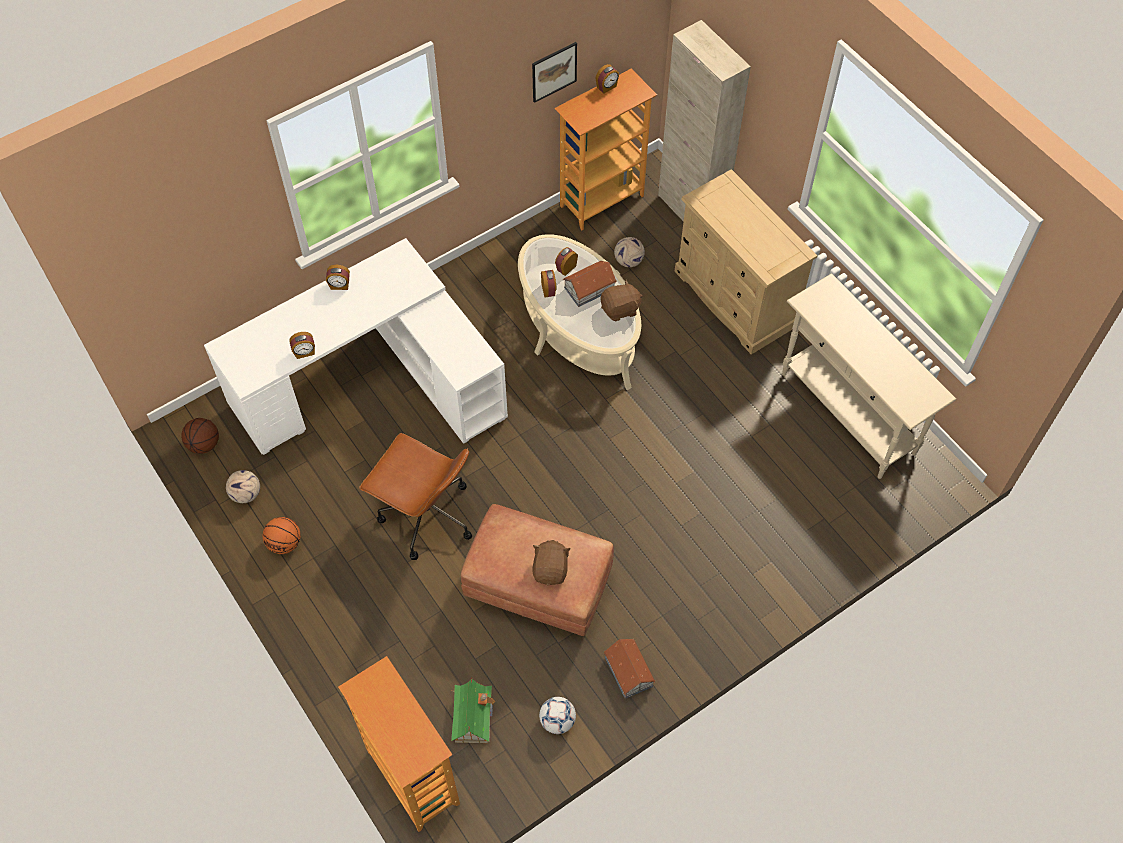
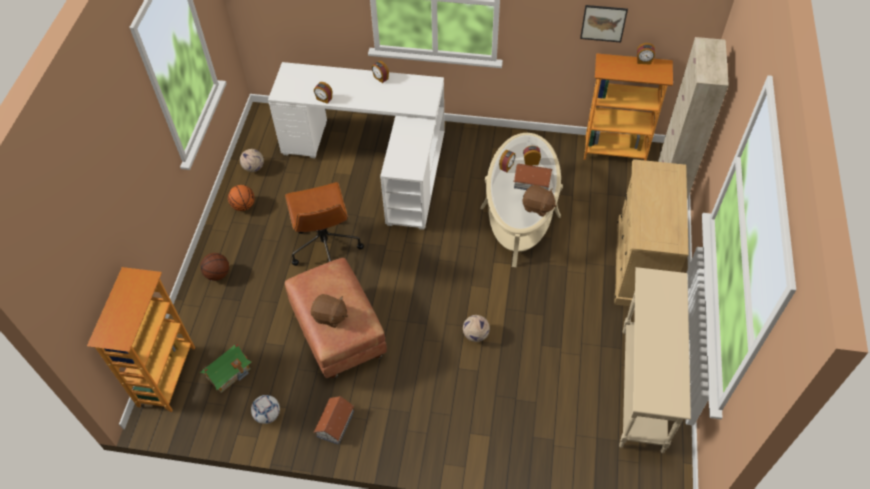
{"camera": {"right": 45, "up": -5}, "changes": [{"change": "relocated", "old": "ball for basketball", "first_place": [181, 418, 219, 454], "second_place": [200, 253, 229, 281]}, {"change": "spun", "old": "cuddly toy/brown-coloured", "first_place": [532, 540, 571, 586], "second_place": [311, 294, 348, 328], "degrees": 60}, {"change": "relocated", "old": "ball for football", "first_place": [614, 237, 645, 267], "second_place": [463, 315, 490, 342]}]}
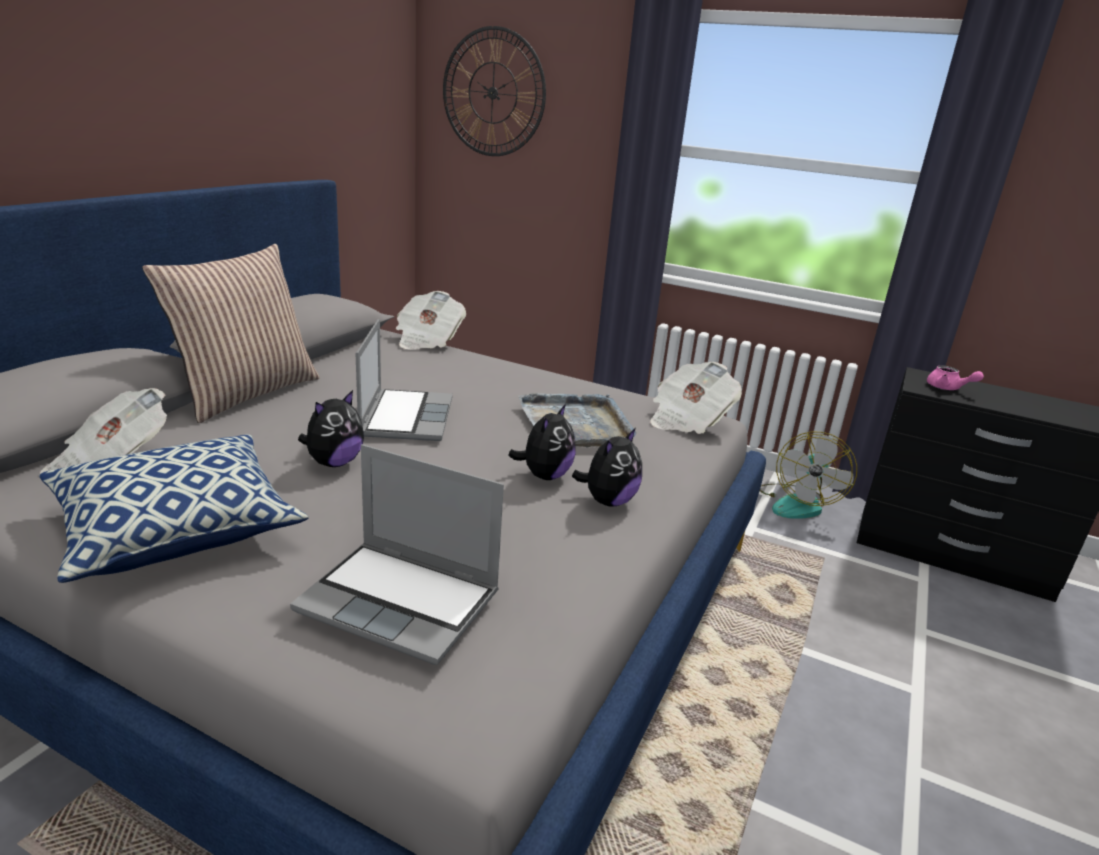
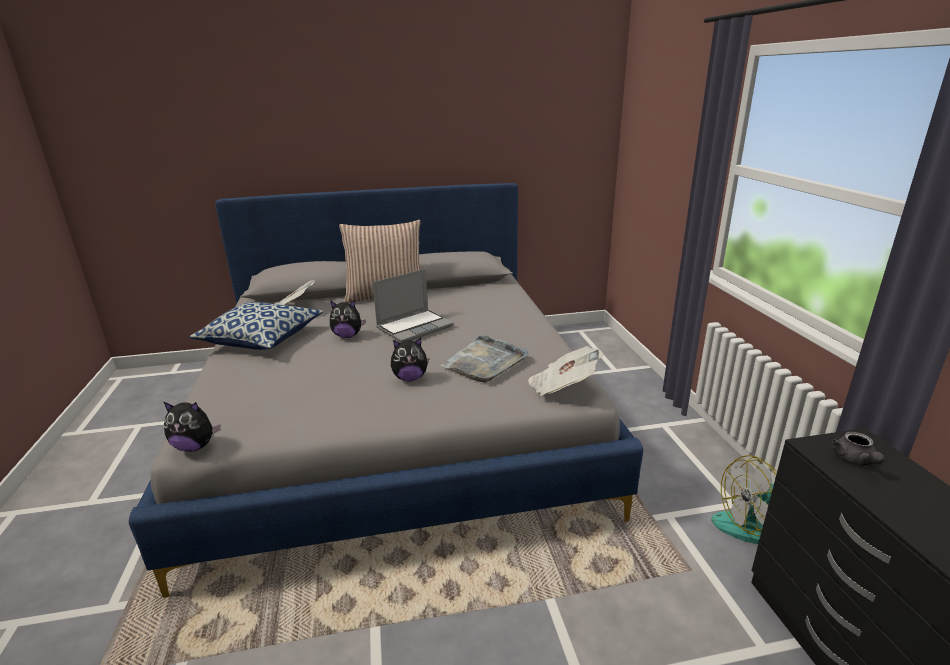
{"camera": {"right": 55, "up": 0}, "changes": [{"change": "relocated", "old": "cuddly toy", "first_place": [572, 428, 642, 507], "second_place": [164, 402, 221, 452]}, {"change": "colour", "old": "tea pot/pinkish", "new": "tea pot/greyish", "first_place": [927, 365, 984, 390], "second_place": [832, 432, 885, 466]}, {"change": "missing", "old": "laptop", "first_place": [290, 444, 504, 665]}, {"change": "missing", "old": "newspaper", "first_place": [396, 291, 466, 350]}, {"change": "missing", "old": "wall clock", "first_place": [443, 26, 546, 156]}]}
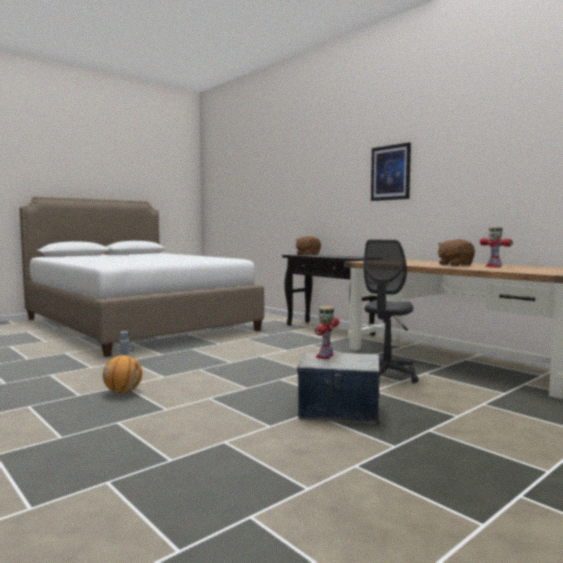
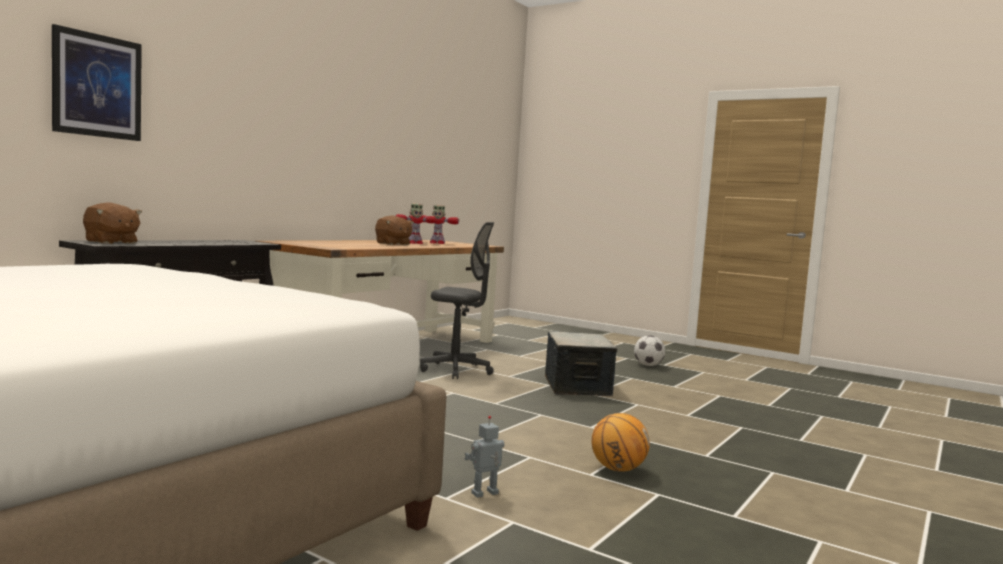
{"camera": {"right": -105, "up": 0}, "changes": [{"change": "relocated", "old": "wall picture", "first_place": [371, 142, 411, 201], "second_place": [52, 24, 142, 141]}, {"change": "relocated", "old": "model robot", "first_place": [315, 306, 339, 359], "second_place": [422, 205, 459, 244]}, {"change": "appeared", "new": "ball for football", "second_place": [634, 335, 665, 366]}]}
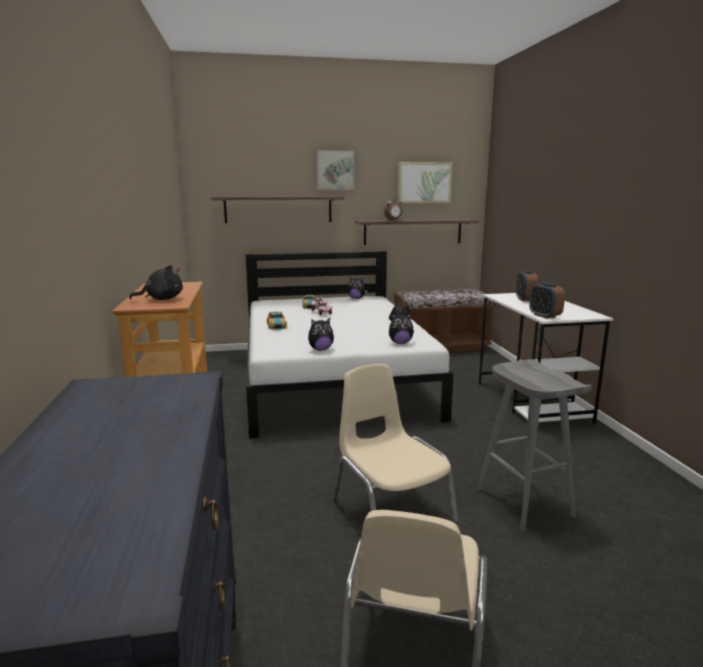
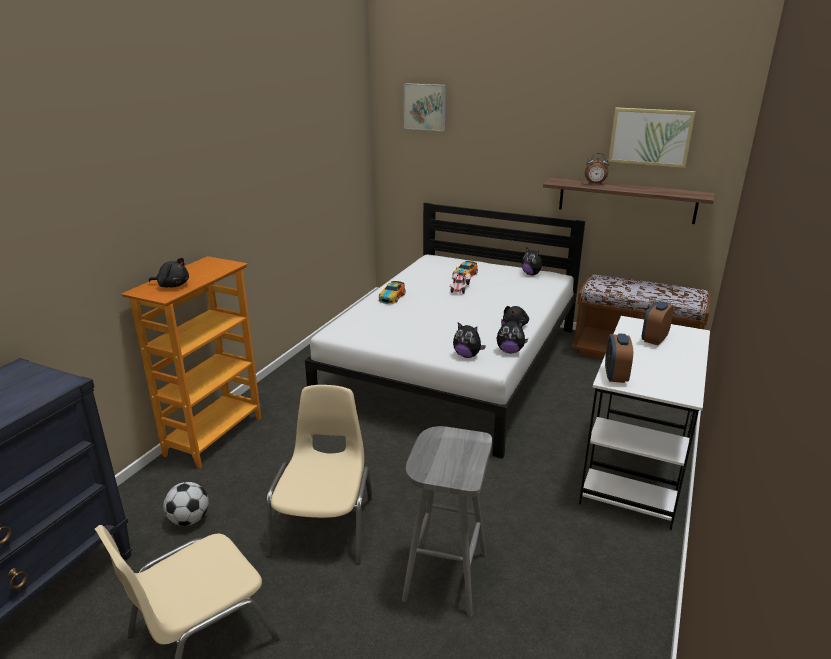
{"camera": {"right": 35, "up": 10}, "changes": [{"change": "appeared", "new": "ball for football", "second_place": [163, 482, 209, 526]}, {"change": "relocated", "old": "wall picture", "first_place": [316, 150, 354, 190], "second_place": [404, 83, 446, 131]}, {"change": "relocated", "old": "cuddly toy", "first_place": [308, 318, 334, 351], "second_place": [497, 319, 528, 354]}, {"change": "missing", "old": "shelf", "first_place": [211, 196, 344, 223]}]}
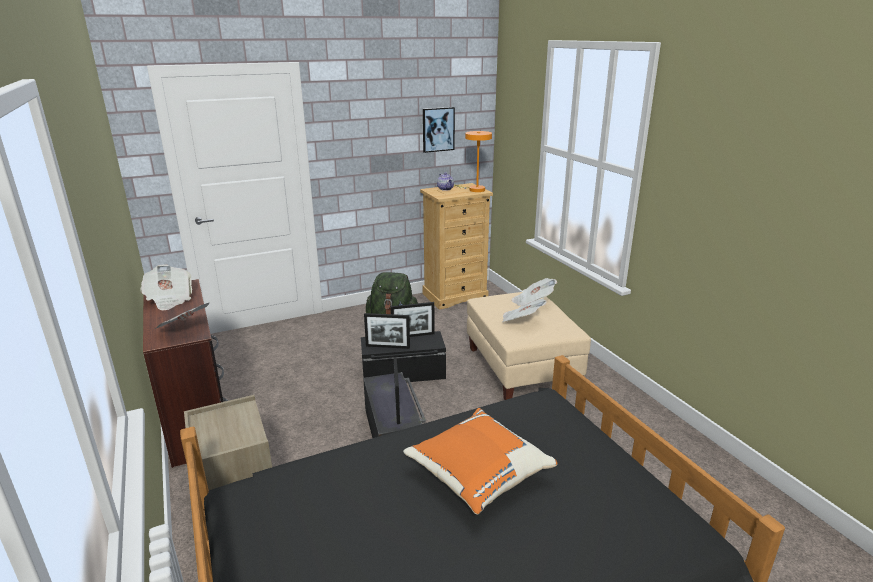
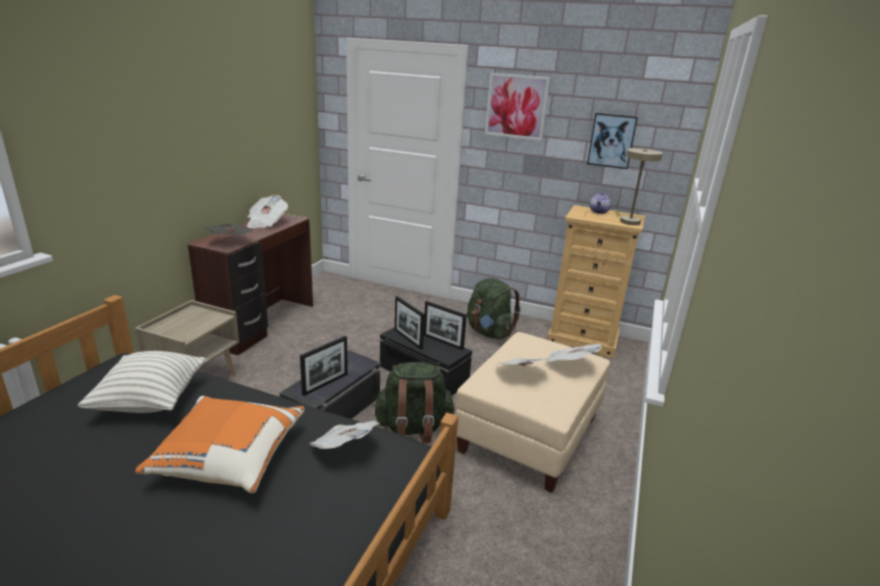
{"camera": {"right": 45, "up": 0}, "changes": [{"change": "appeared", "new": "cushion", "second_place": [77, 351, 206, 413]}, {"change": "appeared", "new": "newspaper", "second_place": [310, 421, 379, 449]}, {"change": "appeared", "new": "backpack/greenish", "second_place": [373, 362, 455, 443]}, {"change": "appeared", "new": "wall picture", "second_place": [485, 73, 550, 141]}, {"change": "colour", "old": "lamp for a table/orange", "new": "lamp for a table/sand-coloured", "first_place": [454, 131, 492, 192], "second_place": [614, 148, 663, 225]}]}
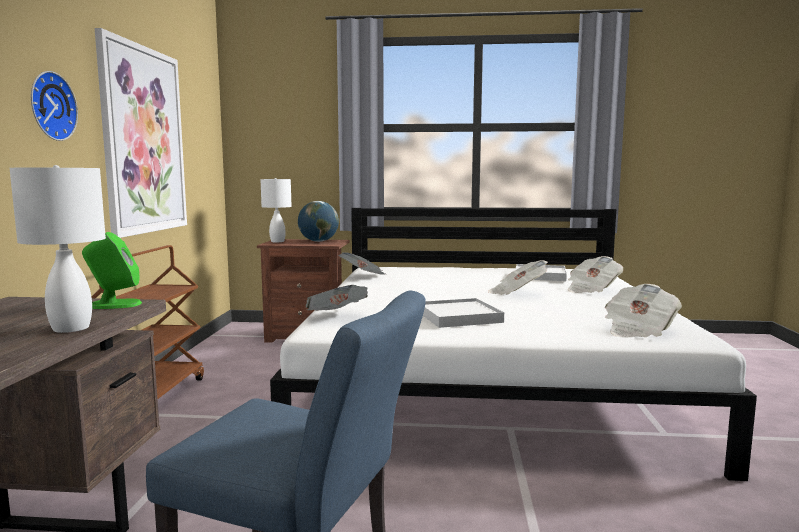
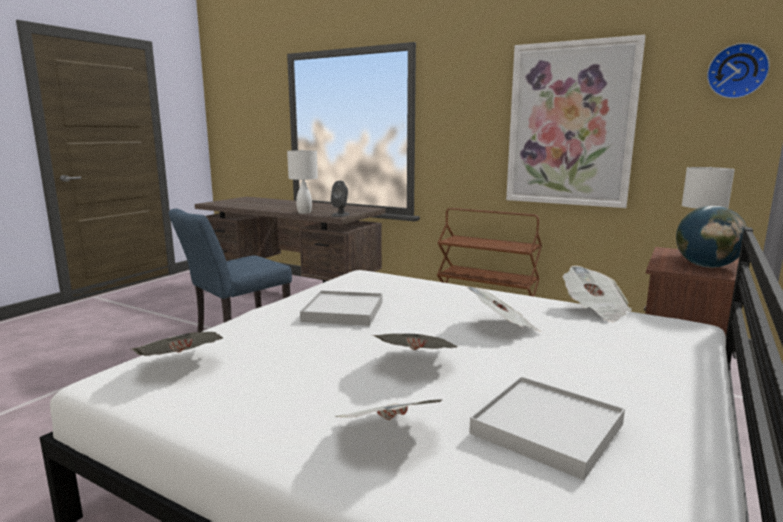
{"camera": {"right": 115, "up": 5}, "changes": [{"change": "colour", "old": "loudspeaker/greenish", "new": "loudspeaker/greyish", "first_place": [82, 232, 142, 309], "second_place": [331, 181, 349, 217]}, {"change": "relocated", "old": "newspaper", "first_place": [306, 285, 368, 311], "second_place": [465, 286, 542, 332]}, {"change": "relocated", "old": "wall clock", "first_place": [31, 71, 78, 141], "second_place": [707, 43, 770, 99]}]}
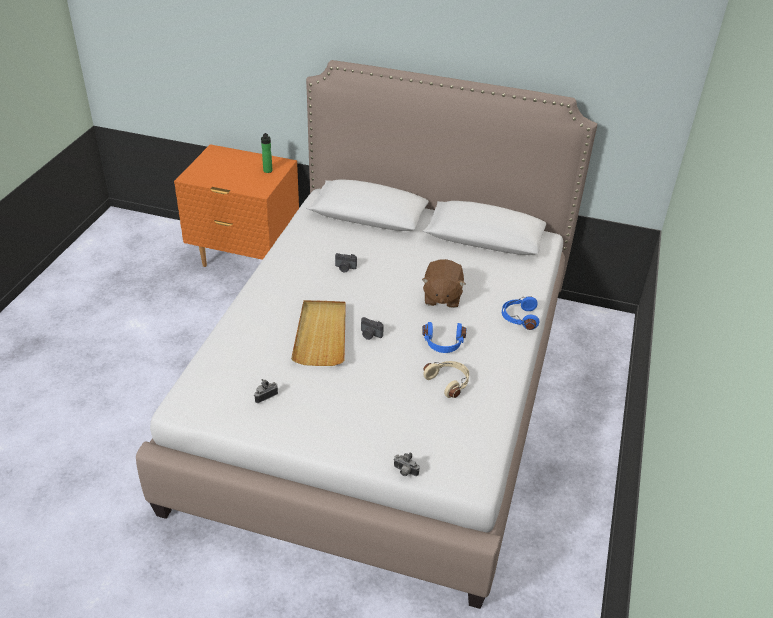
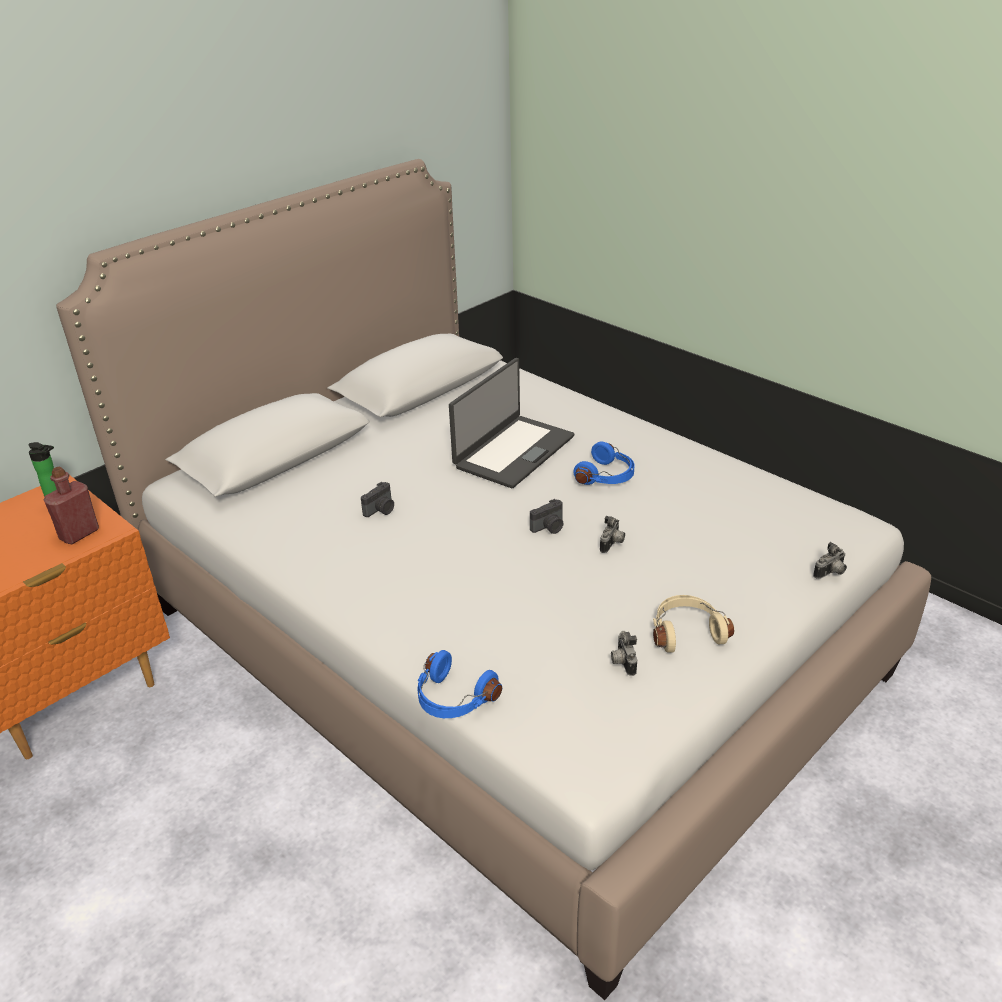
{"camera": {"right": -60, "up": -5}, "changes": [{"change": "appeared", "new": "bottle/red", "second_place": [43, 467, 99, 544]}, {"change": "relocated", "old": "headphones/blue-coloured", "first_place": [502, 296, 539, 330], "second_place": [417, 650, 502, 718]}, {"change": "exchanged", "old": "cuddly toy/brown-coloured", "new": "laptop", "first_place": [422, 259, 465, 308], "second_place": [449, 358, 575, 488]}, {"change": "appeared", "new": "photo camera", "second_place": [600, 516, 625, 553]}, {"change": "relocated", "old": "headphones/sand-coloured", "first_place": [423, 361, 469, 398], "second_place": [653, 595, 734, 652]}, {"change": "missing", "old": "tray/sand-coloured", "first_place": [291, 300, 346, 366]}]}
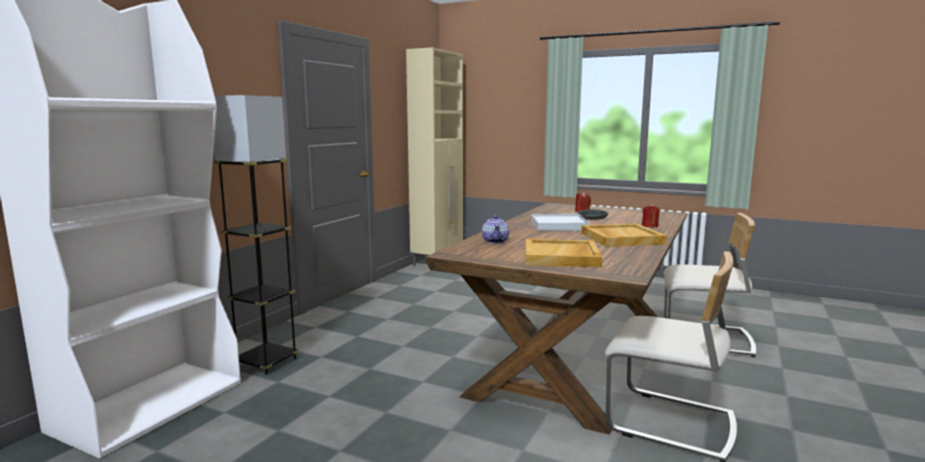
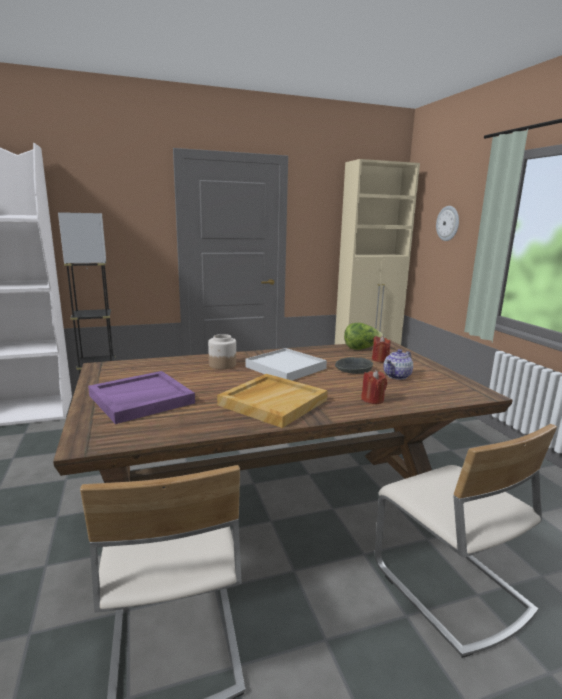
{"camera": {"right": 45, "up": 5}, "changes": [{"change": "colour", "old": "tray/sand-coloured", "new": "tray/purplish", "first_place": [526, 239, 602, 267], "second_place": [88, 371, 195, 424]}, {"change": "appeared", "new": "storage jar", "second_place": [208, 334, 236, 369]}, {"change": "appeared", "new": "head of lettuce", "second_place": [344, 323, 384, 350]}, {"change": "relocated", "old": "tea pot", "first_place": [482, 215, 509, 244], "second_place": [383, 349, 413, 380]}, {"change": "appeared", "new": "wall clock", "second_place": [436, 206, 459, 241]}]}
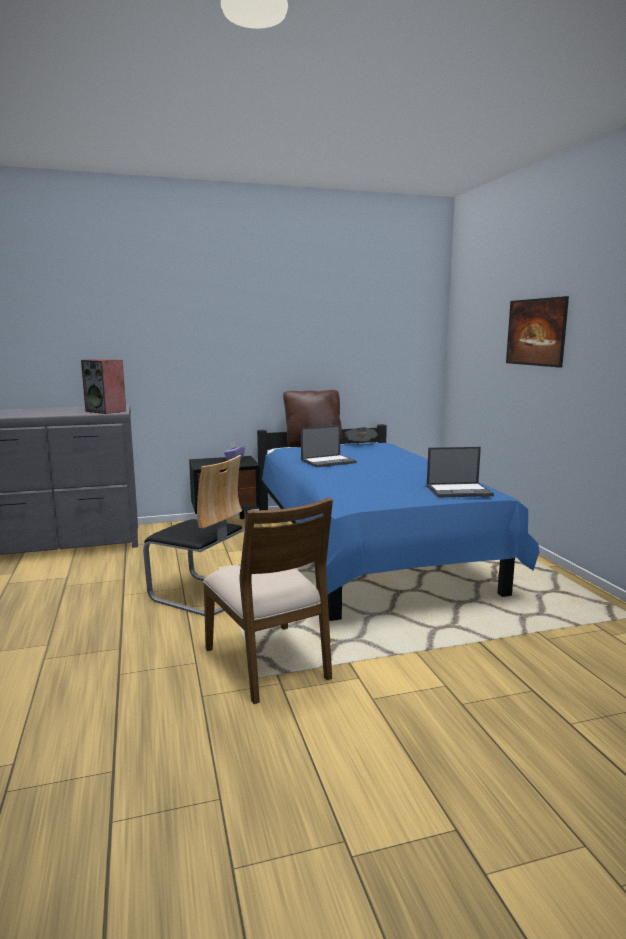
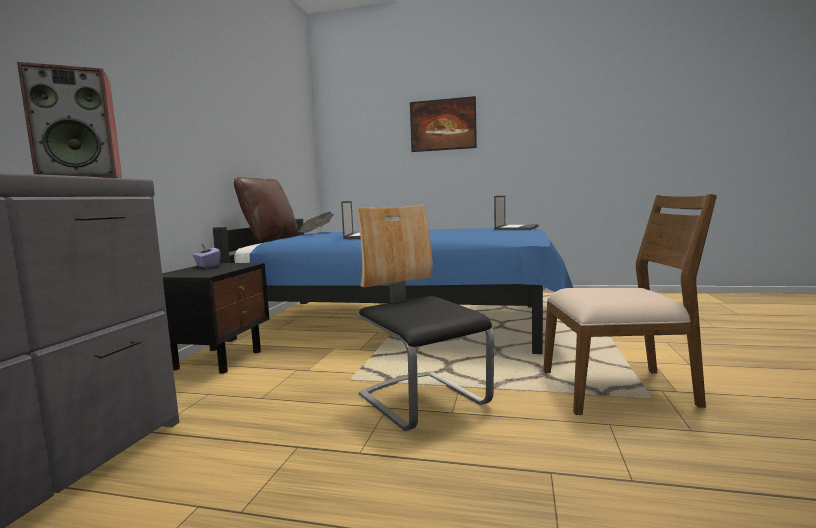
{"camera": {"right": -60, "up": -5}, "changes": [{"change": "spun", "old": "upright chair", "first_place": [143, 455, 244, 616], "second_place": [357, 205, 494, 431], "degrees": -90}]}
